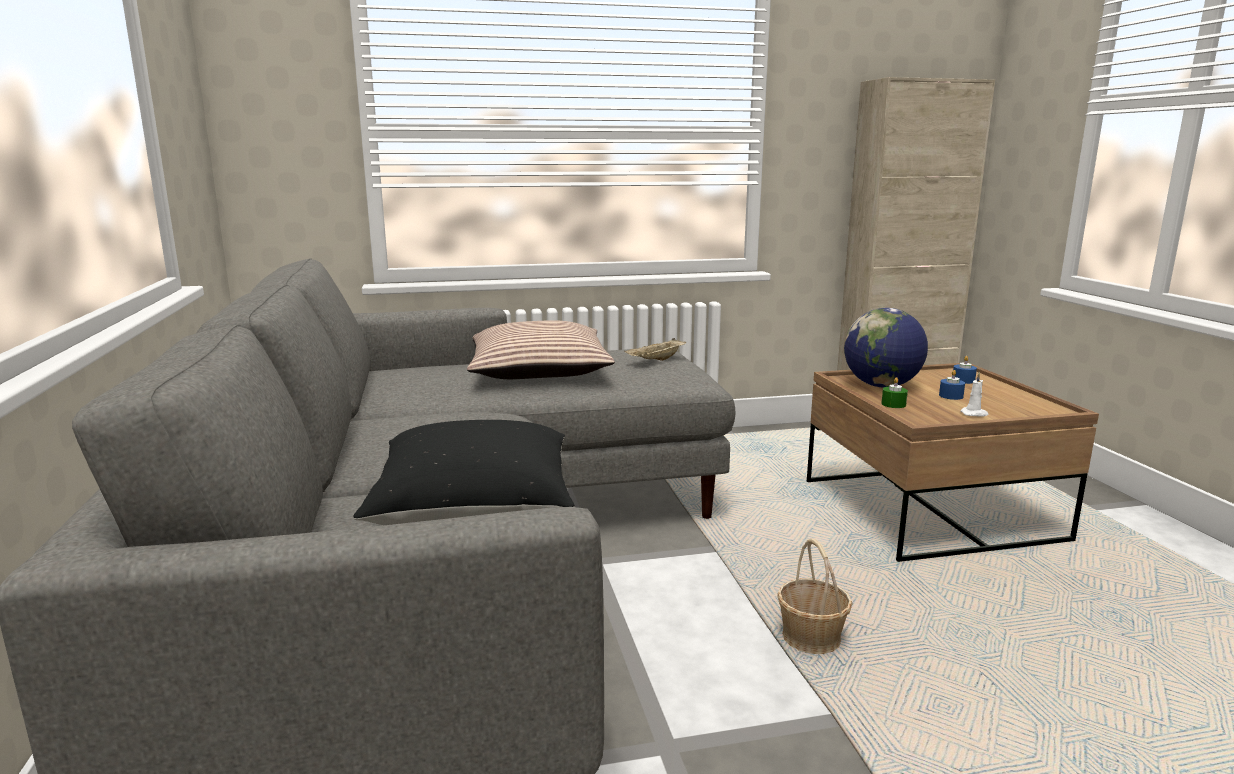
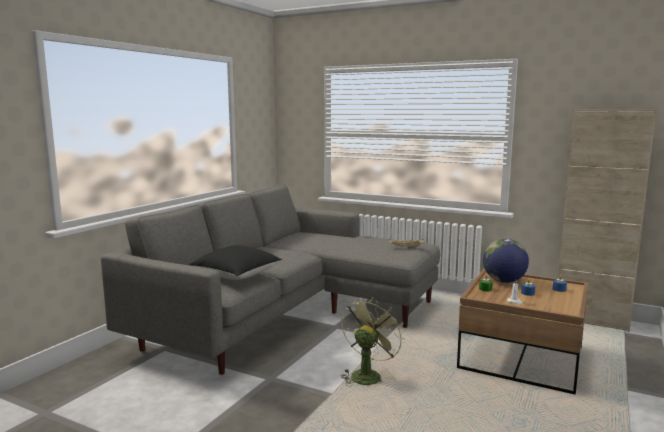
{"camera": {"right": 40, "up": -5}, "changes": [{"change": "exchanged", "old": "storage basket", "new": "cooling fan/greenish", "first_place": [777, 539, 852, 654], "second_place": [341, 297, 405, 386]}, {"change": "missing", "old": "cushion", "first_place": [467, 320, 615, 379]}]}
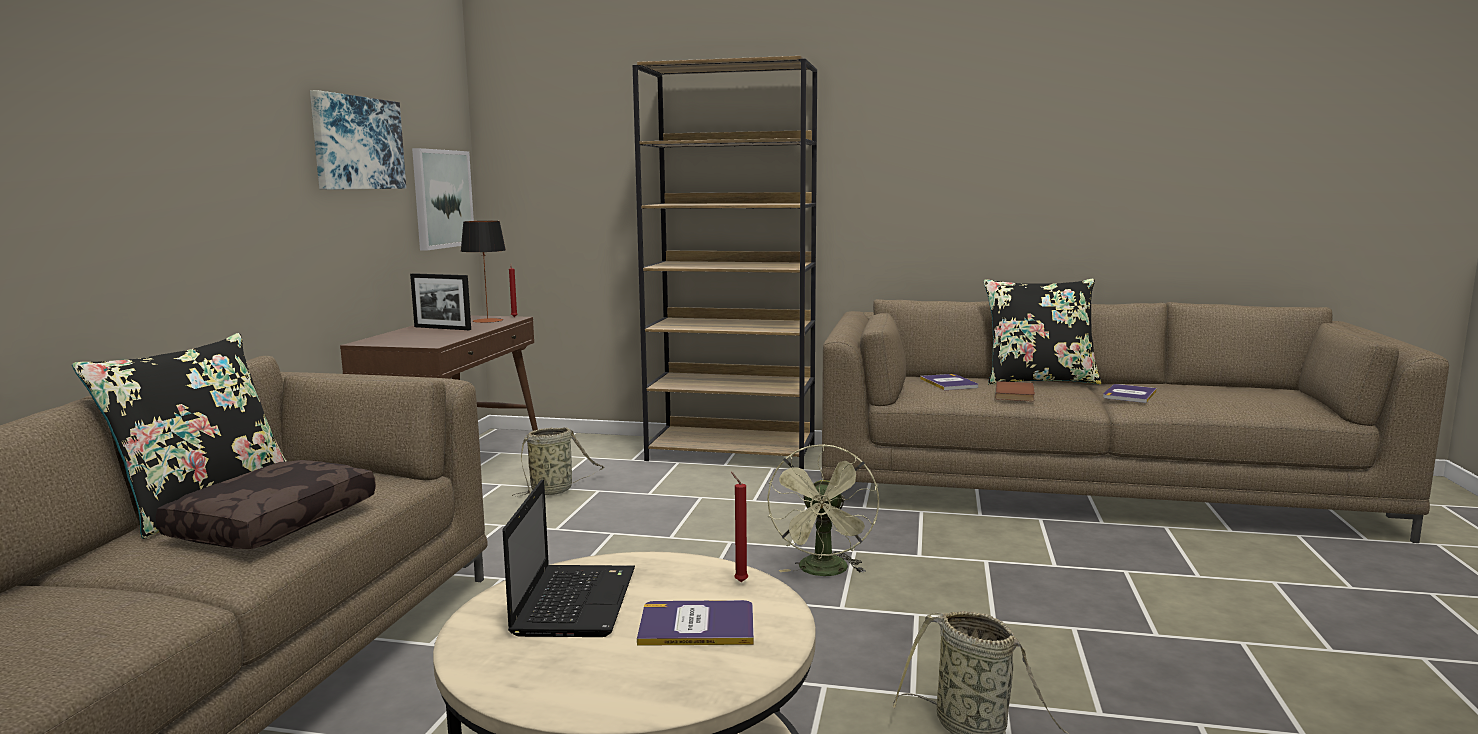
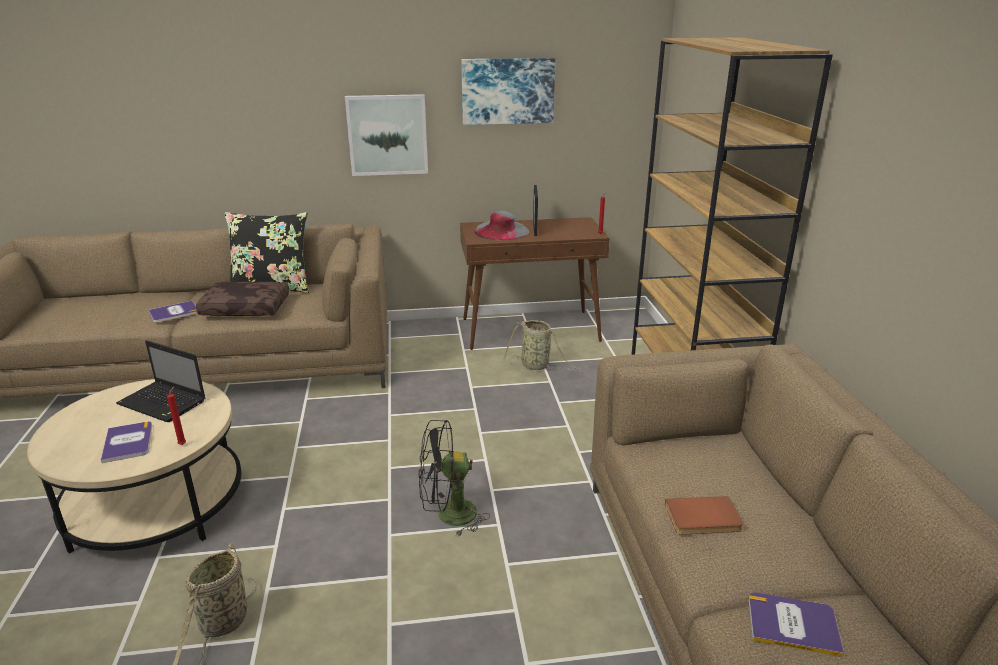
{"camera": {"right": 70, "up": 15}, "changes": [{"change": "spun", "old": "laptop", "first_place": [502, 479, 635, 637], "second_place": [116, 340, 205, 422], "degrees": 45}, {"change": "relocated", "old": "book", "first_place": [920, 374, 978, 390], "second_place": [148, 301, 198, 323]}, {"change": "relocated", "old": "wall picture", "first_place": [412, 148, 474, 251], "second_place": [345, 94, 428, 176]}, {"change": "colour", "old": "cooling fan/greenish", "new": "cooling fan/blackish", "first_place": [767, 444, 879, 576], "second_place": [419, 420, 490, 537]}, {"change": "appeared", "new": "clothing hat/greyish", "second_place": [475, 211, 529, 240]}, {"change": "missing", "old": "lamp for a table", "first_place": [461, 221, 506, 323]}, {"change": "missing", "old": "cushion/blackish", "first_place": [984, 278, 1102, 385]}]}
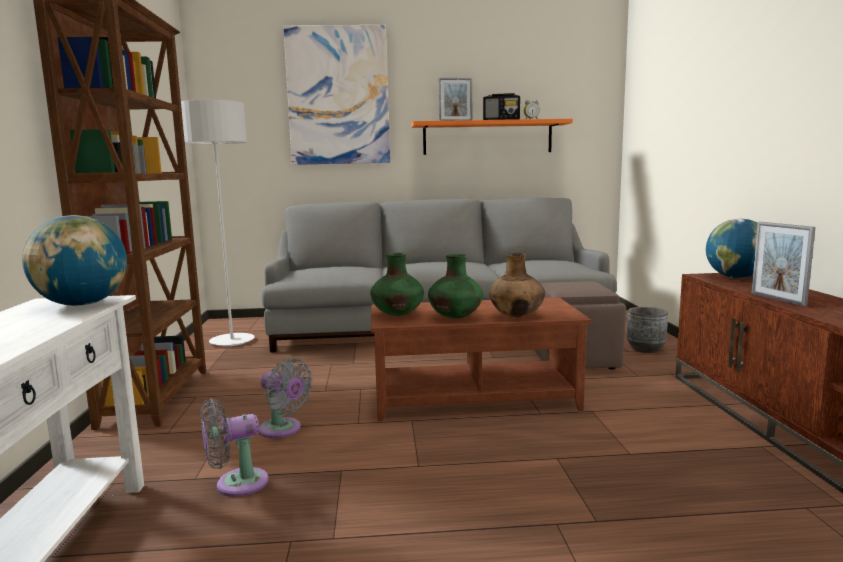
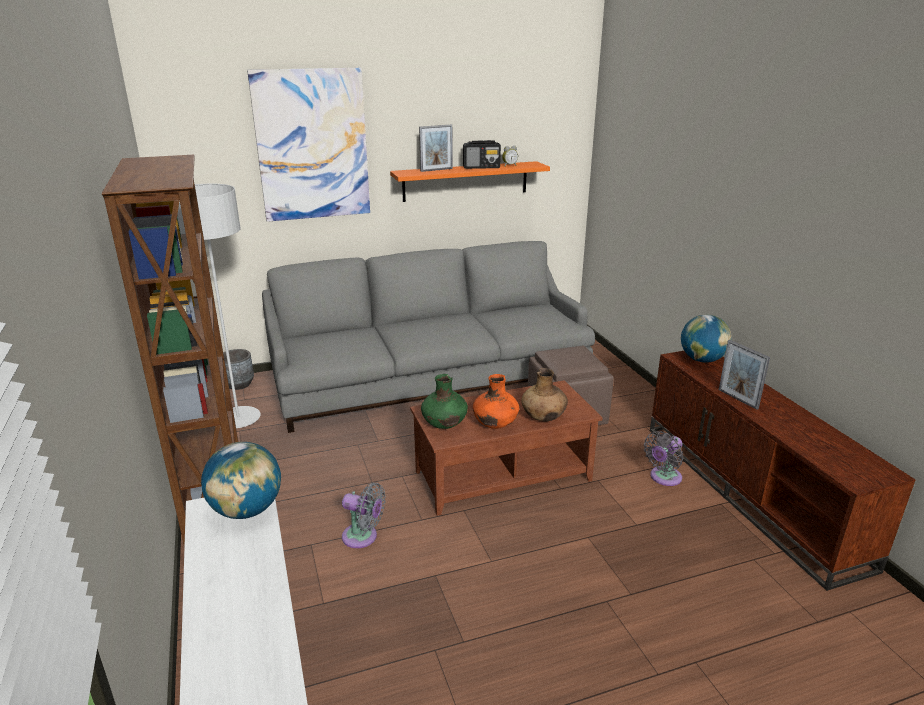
{"camera": {"right": -15, "up": 15}, "changes": [{"change": "relocated", "old": "flower pot/greyish", "first_place": [627, 307, 668, 353], "second_place": [223, 349, 254, 390]}, {"change": "colour", "old": "vase/greenish", "new": "vase/orange", "first_place": [428, 254, 483, 318], "second_place": [473, 374, 519, 429]}, {"change": "relocated", "old": "cooling fan/greyish", "first_place": [200, 399, 269, 497], "second_place": [644, 431, 683, 486]}]}
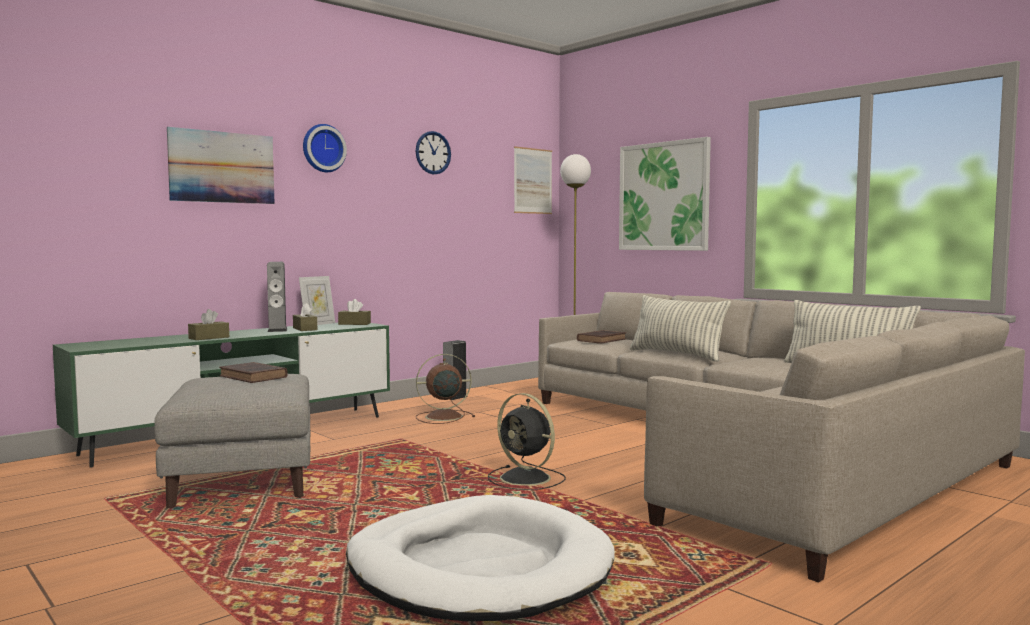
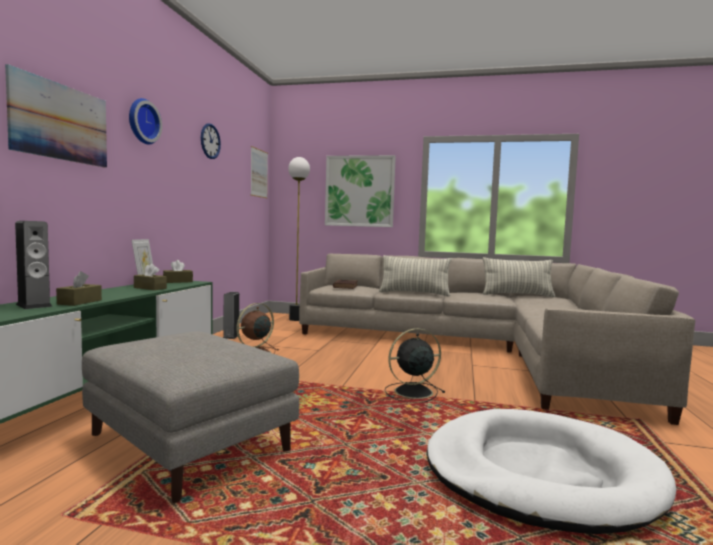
{"camera": {"right": -35, "up": 0}, "changes": [{"change": "relocated", "old": "loudspeaker", "first_place": [267, 262, 287, 332], "second_place": [15, 221, 52, 309]}, {"change": "spun", "old": "cooling fan/blackish", "first_place": [488, 393, 566, 490], "second_place": [385, 328, 445, 403], "degrees": 150}, {"change": "missing", "old": "book/brown-coloured", "first_place": [219, 362, 288, 383]}]}
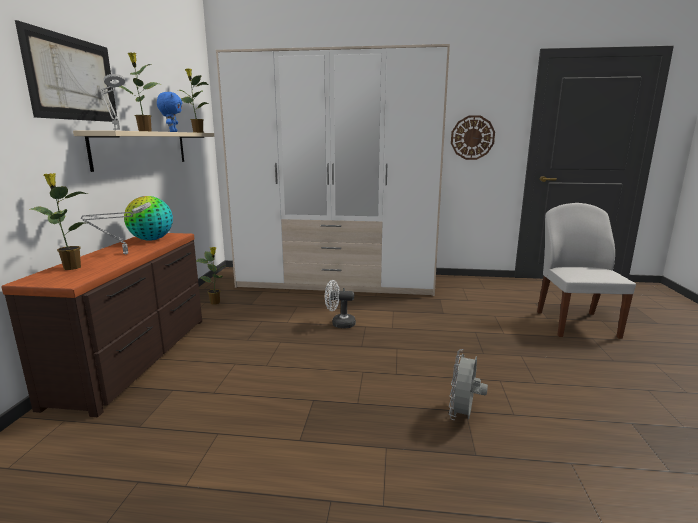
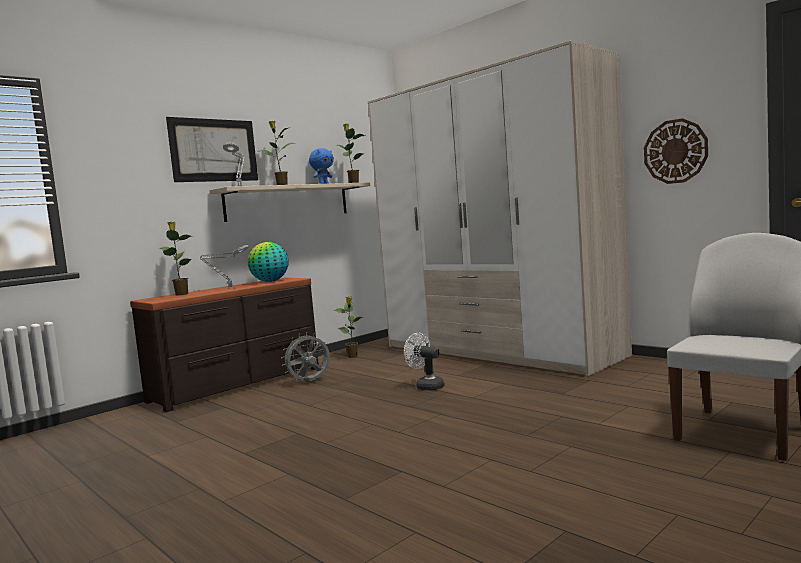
{"camera": {"right": 40, "up": -10}, "changes": [{"change": "relocated", "old": "cooling fan/greyish", "first_place": [449, 349, 488, 420], "second_place": [281, 332, 330, 382]}]}
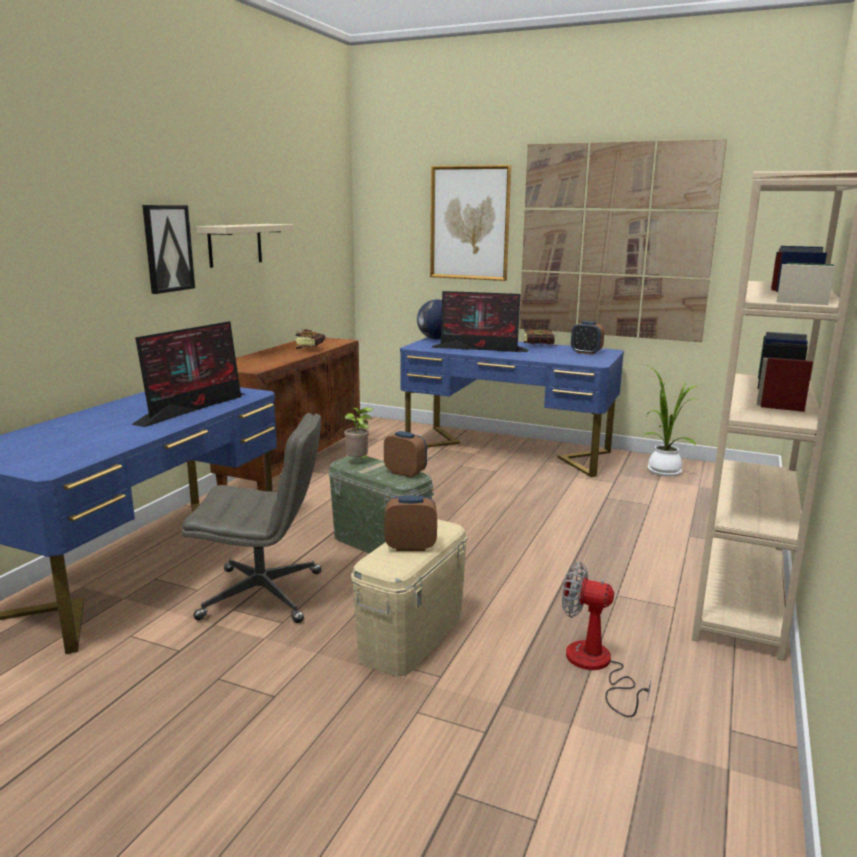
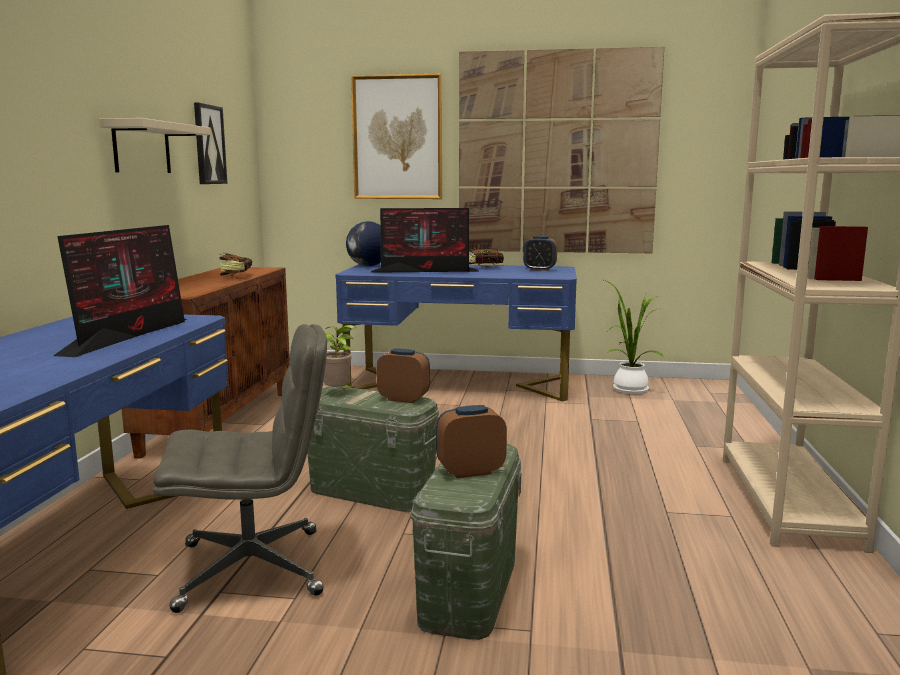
{"camera": {"right": -15, "up": -5}, "changes": [{"change": "relocated", "old": "wall picture", "first_place": [142, 205, 195, 294], "second_place": [194, 103, 228, 184]}, {"change": "colour", "old": "storage box/sand-coloured", "new": "storage box/greenish", "first_place": [351, 519, 468, 677], "second_place": [411, 444, 522, 640]}, {"change": "missing", "old": "cooling fan", "first_place": [562, 562, 652, 717]}]}
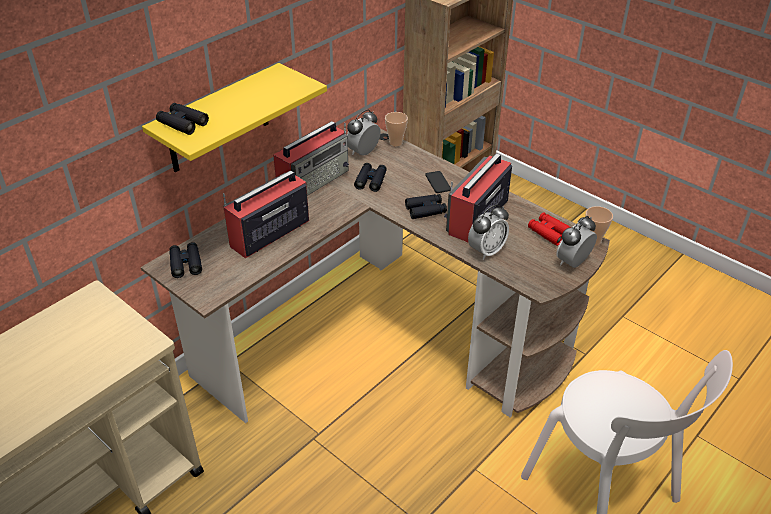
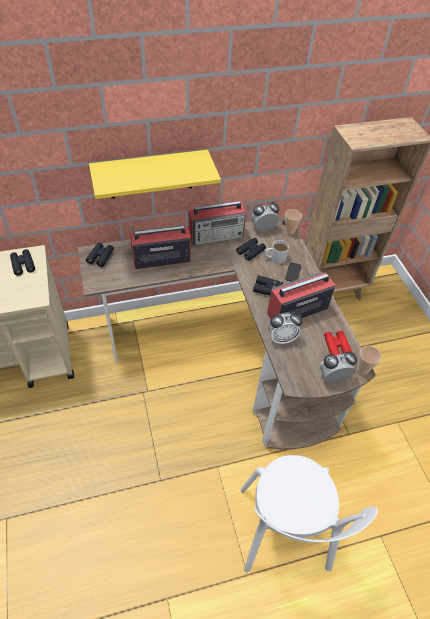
{"camera": {"right": 30, "up": 10}, "changes": [{"change": "relocated", "old": "field glasses/blackish", "first_place": [156, 103, 209, 135], "second_place": [10, 249, 35, 276]}, {"change": "appeared", "new": "coffee mug/white-coloured", "second_place": [265, 240, 289, 264]}]}
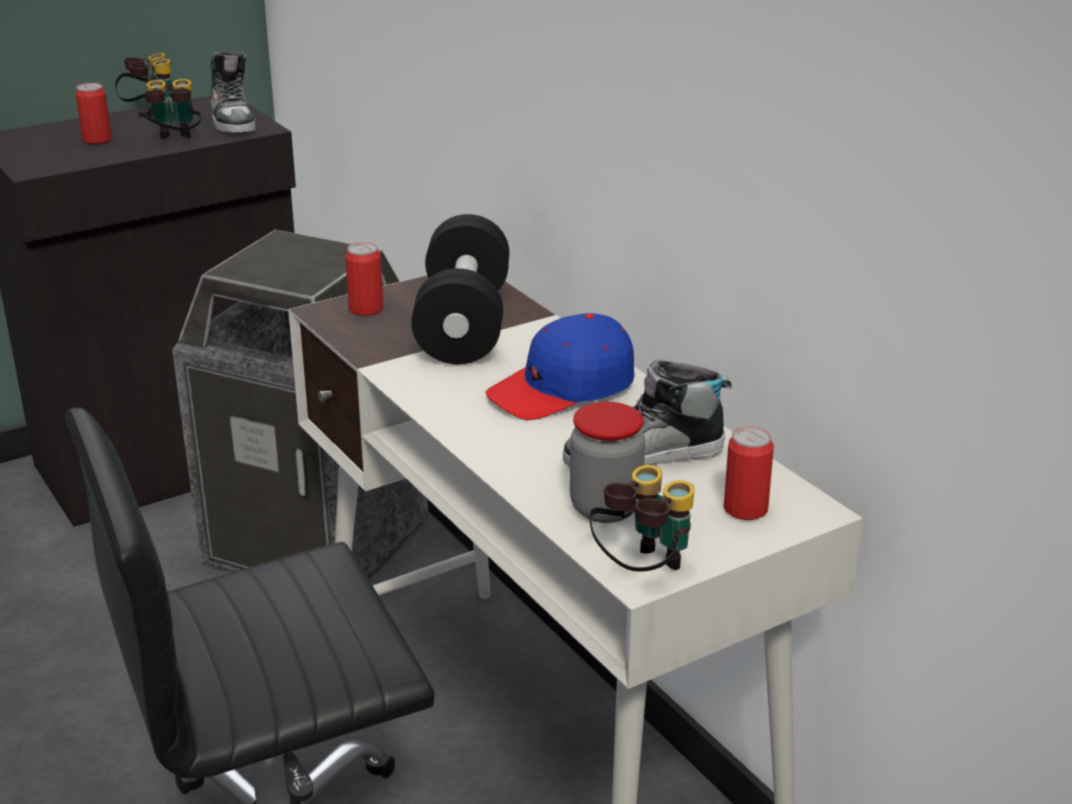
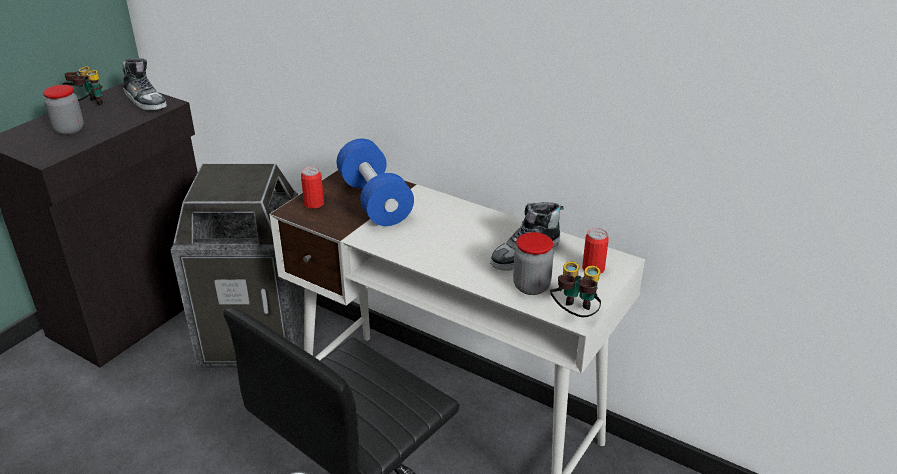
{"camera": {"right": -25, "up": 5}, "changes": [{"change": "exchanged", "old": "metal can", "new": "storage jar", "first_place": [75, 83, 112, 144], "second_place": [43, 85, 84, 135]}, {"change": "colour", "old": "dumbbell/blackish", "new": "dumbbell/blue-coloured", "first_place": [411, 214, 509, 364], "second_place": [337, 139, 414, 226]}, {"change": "missing", "old": "field glasses", "first_place": [138, 79, 201, 139]}, {"change": "missing", "old": "baseball cap/blue-coloured", "first_place": [485, 313, 634, 420]}]}
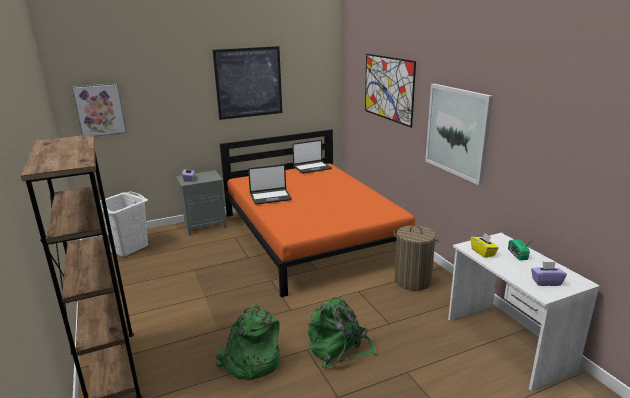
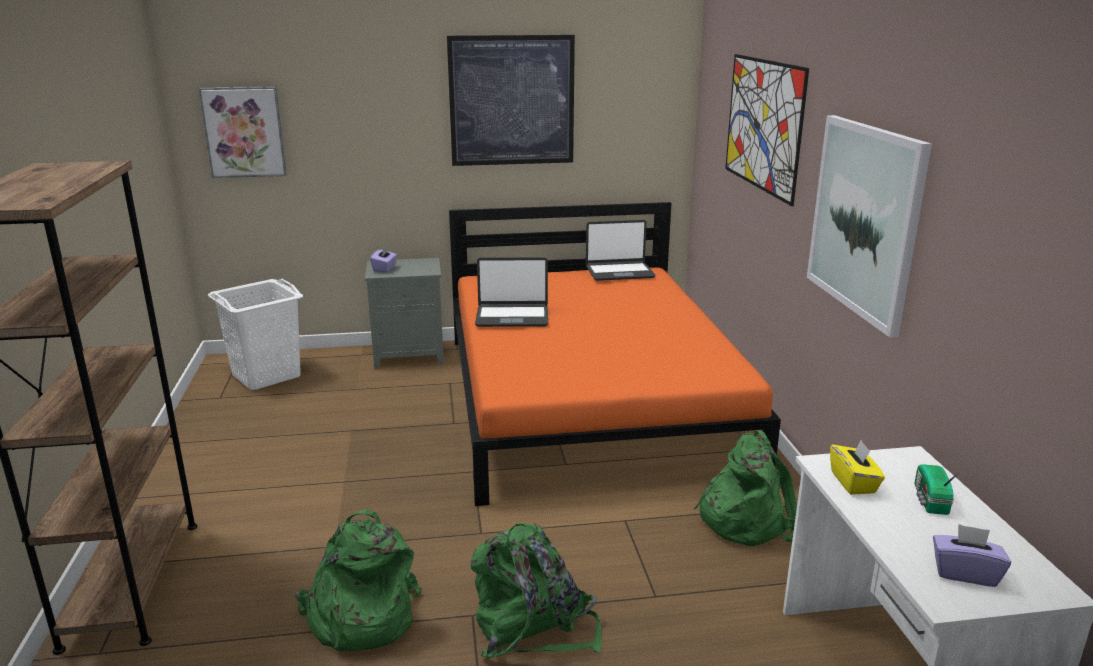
{"camera": {"right": 15, "up": 0}, "changes": [{"change": "exchanged", "old": "hamper", "new": "backpack/greenish", "first_place": [393, 225, 440, 291], "second_place": [694, 431, 797, 546]}]}
